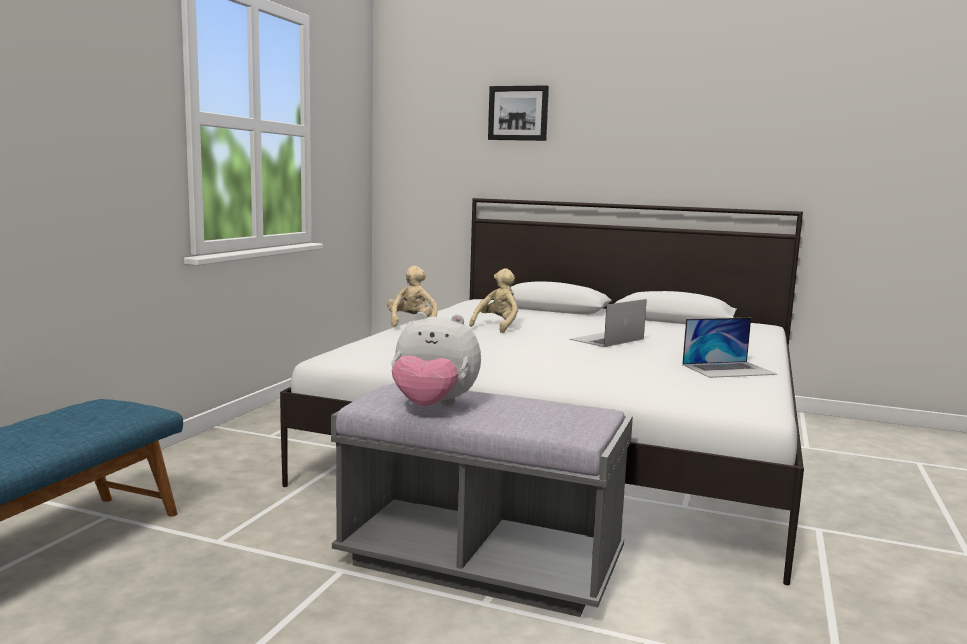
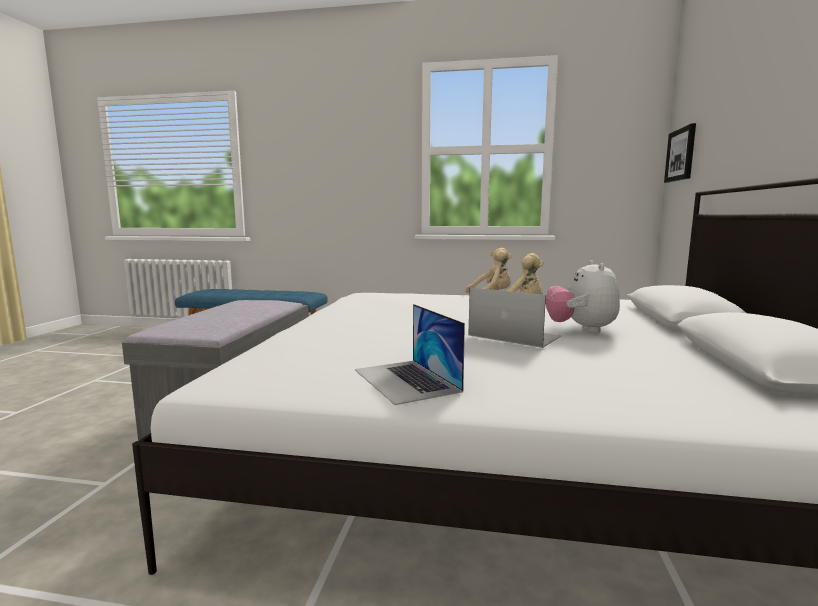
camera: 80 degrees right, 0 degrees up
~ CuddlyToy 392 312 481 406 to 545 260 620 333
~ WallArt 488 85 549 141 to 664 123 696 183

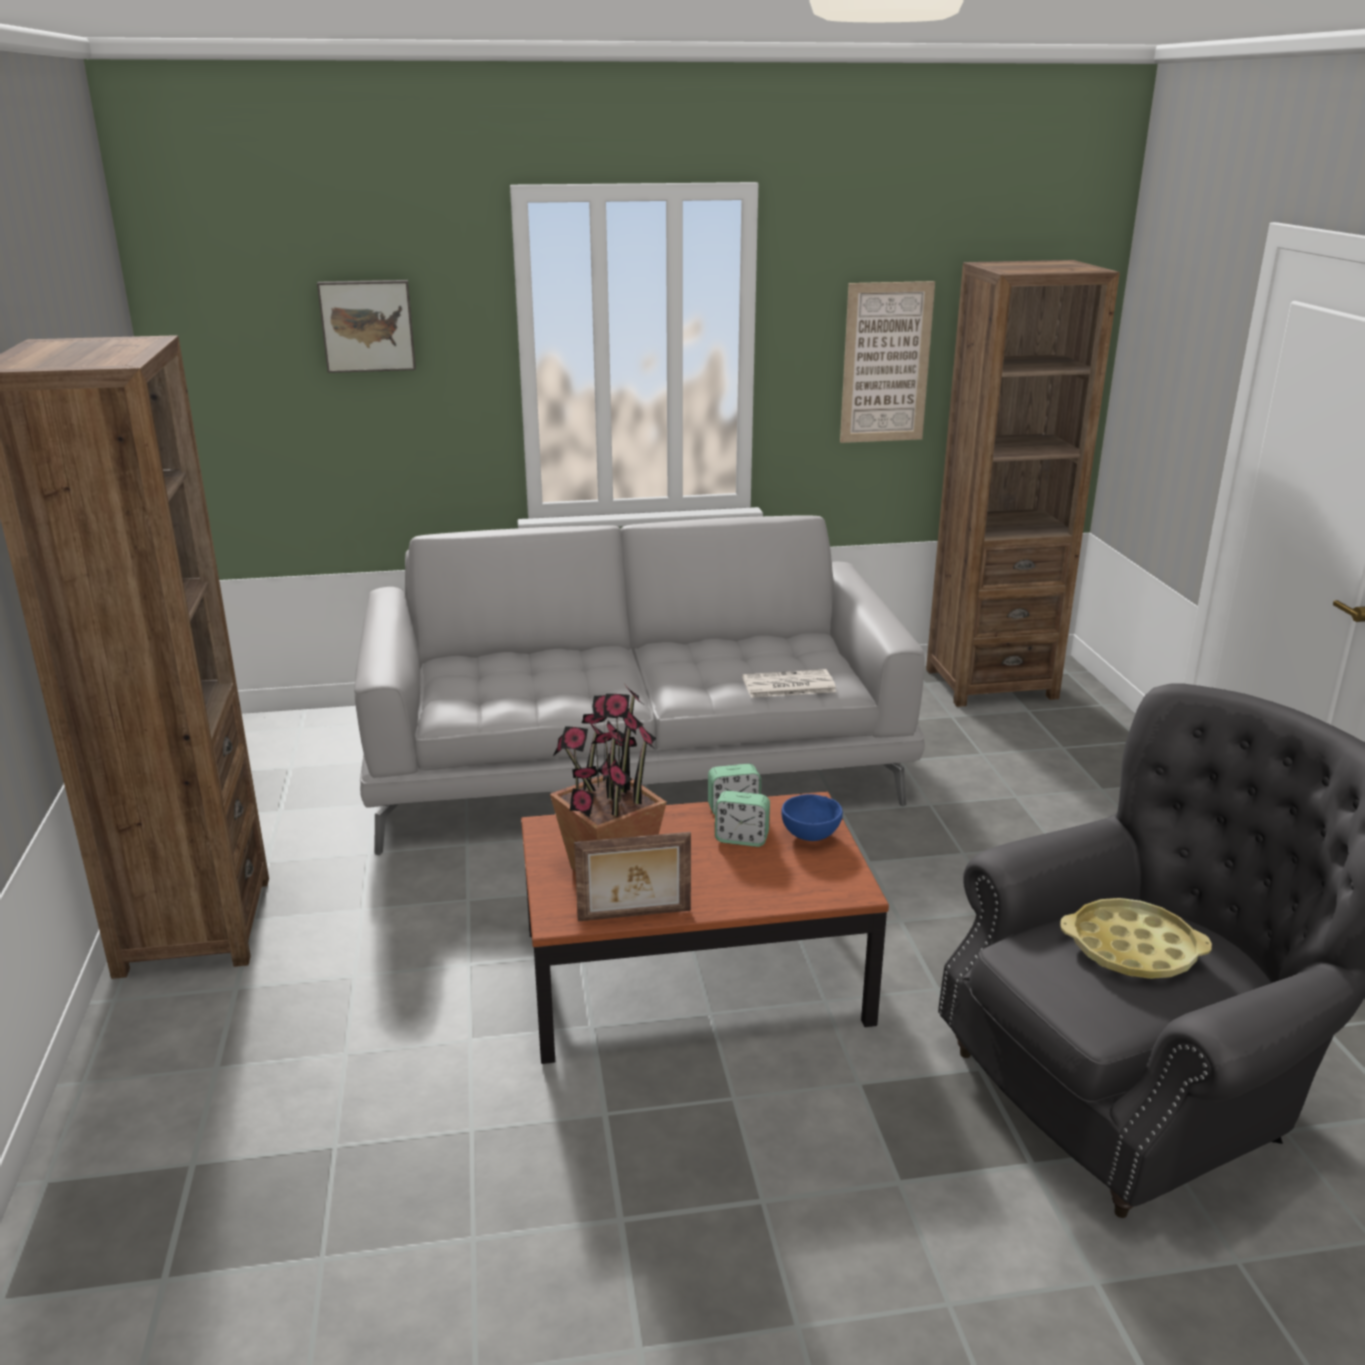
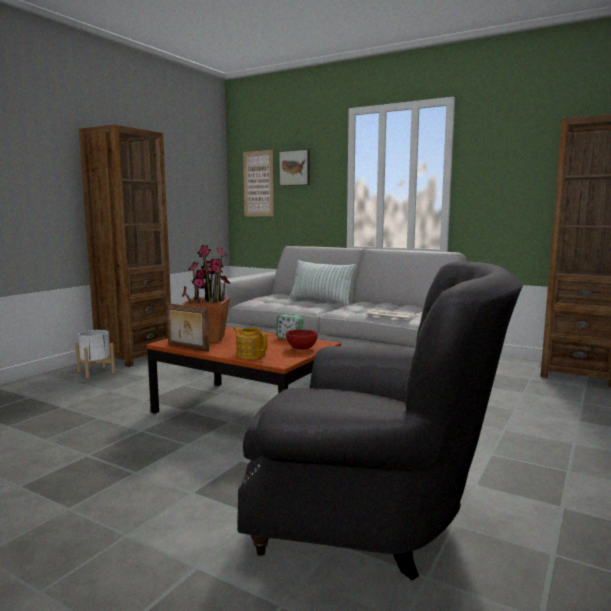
camera: 40 degrees right, 15 degrees down
- AlarmClock 715 791 770 847
- YellowishServingTray 1060 898 1212 979
+ WhitishFlowerPot 75 330 115 378
+ TeaPot 234 327 268 359
+ Cushion 289 260 357 306
~ WallArt 840 281 935 443 to 243 150 274 216
~ BluishDeepDish 781 794 843 841 to ReddishDeepDish 286 329 317 349

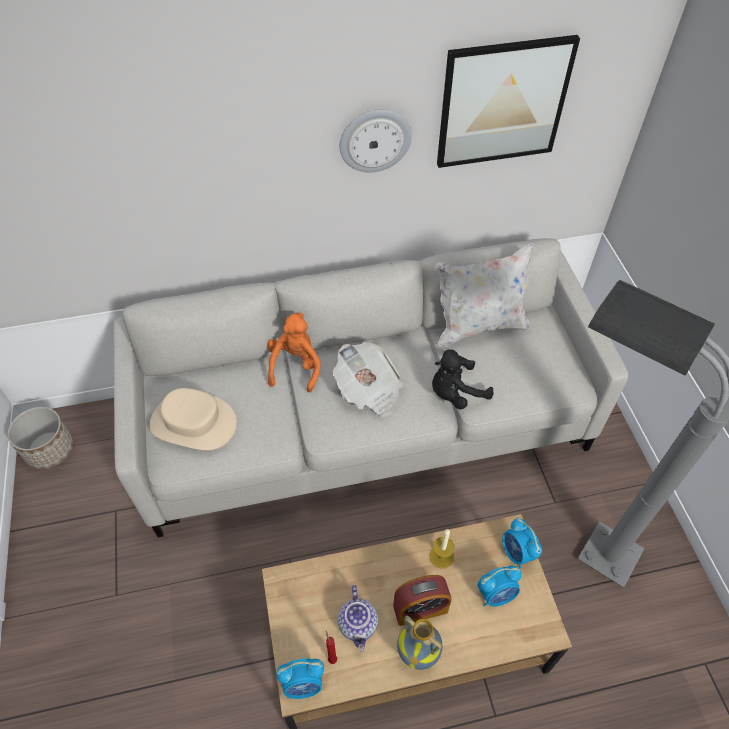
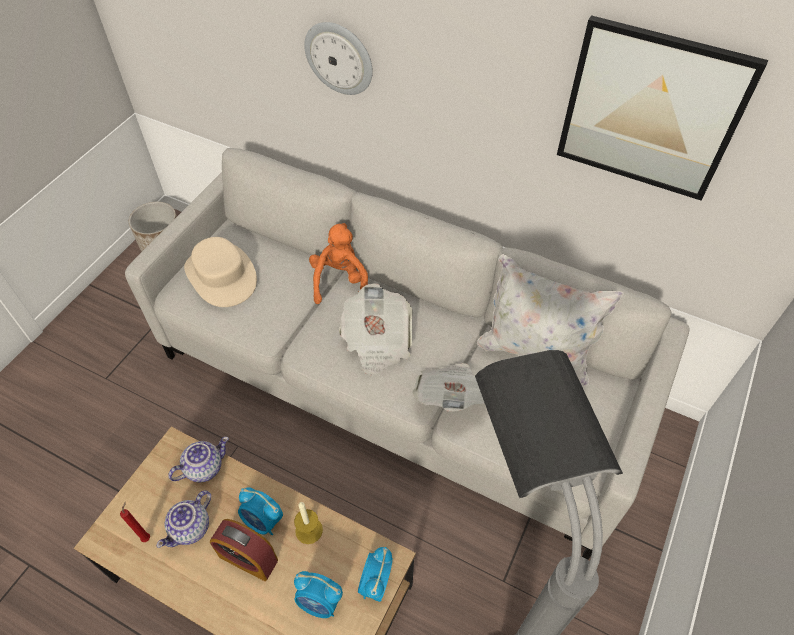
camera: 40 degrees right, 0 degrees up
- Vase 397 616 443 670
+ TeaPot 168 437 229 482
~ AlarmClock 276 659 324 699 to 238 487 283 535
~ HangingClock 340 109 412 172 to 304 22 373 95
~ BlackCuddlyToy 432 349 494 410 to DailyPaper 412 363 485 412
~ OrangeColouredCuddlyToy 267 313 321 392 = 309 223 368 304 45 degrees counterclockwise

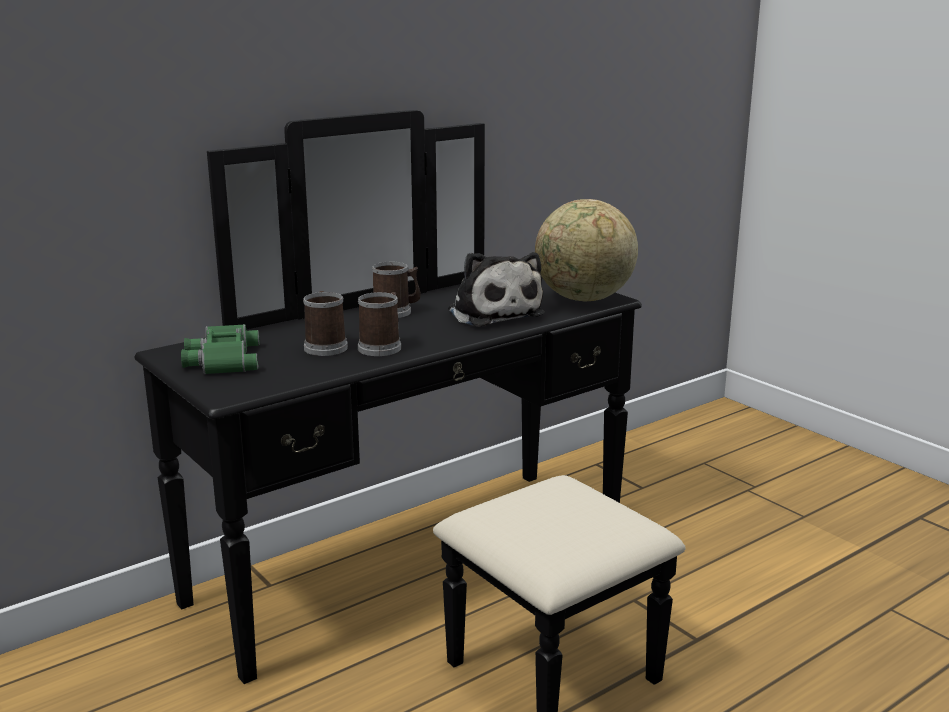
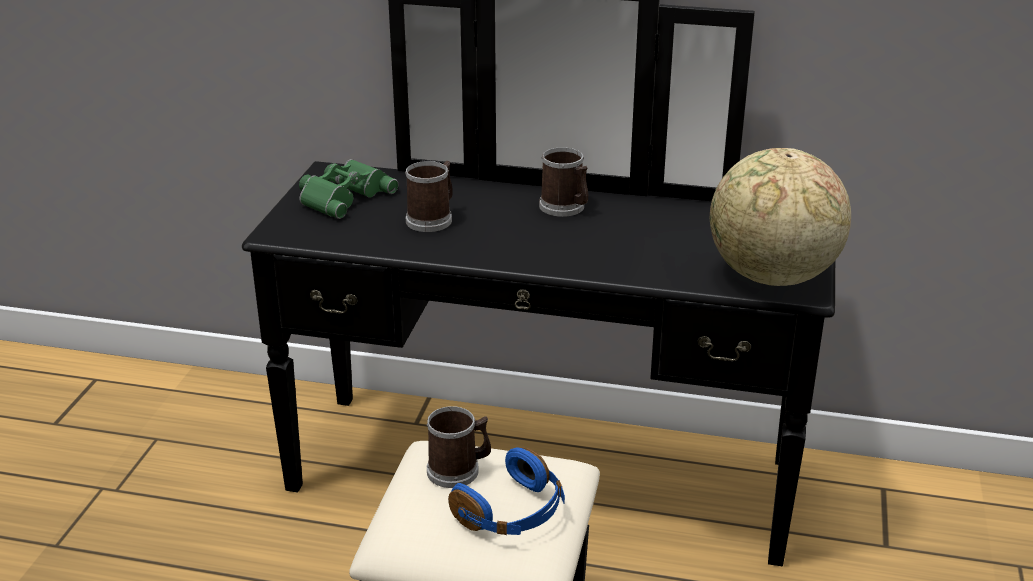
camera: 50 degrees right, 10 degrees up
- CuddlyToy 448 252 544 327
+ BluishPairOfHeadphones 448 447 565 535
~ CoffeeMug 358 292 401 356 to 427 406 491 488

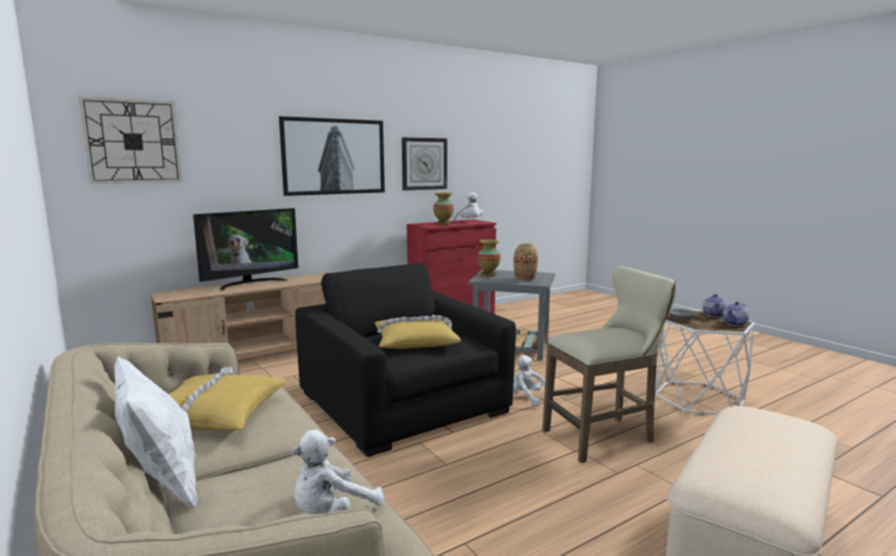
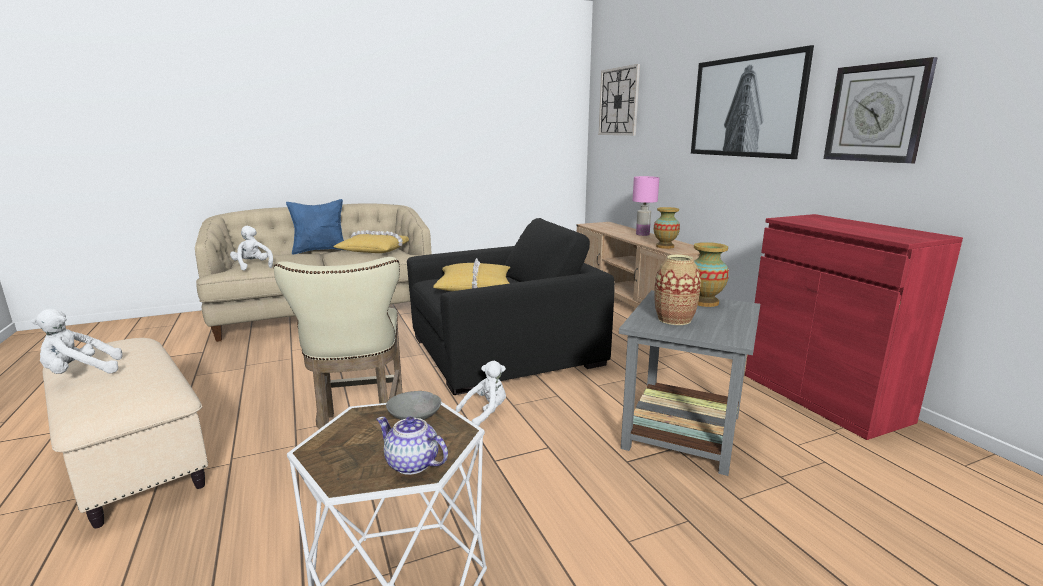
camera: 100 degrees right, 5 degrees up
- TeaPot 723 301 749 326
~ Vase 433 193 454 225 to 654 207 680 249
~ WhitishCuddlyToy 453 192 483 221 to 31 309 123 374
~ Tv 193 208 298 291 to PinkLampForATable 632 176 659 236
~ WhitishCushion 114 356 198 509 to BluishCushion 286 199 344 254

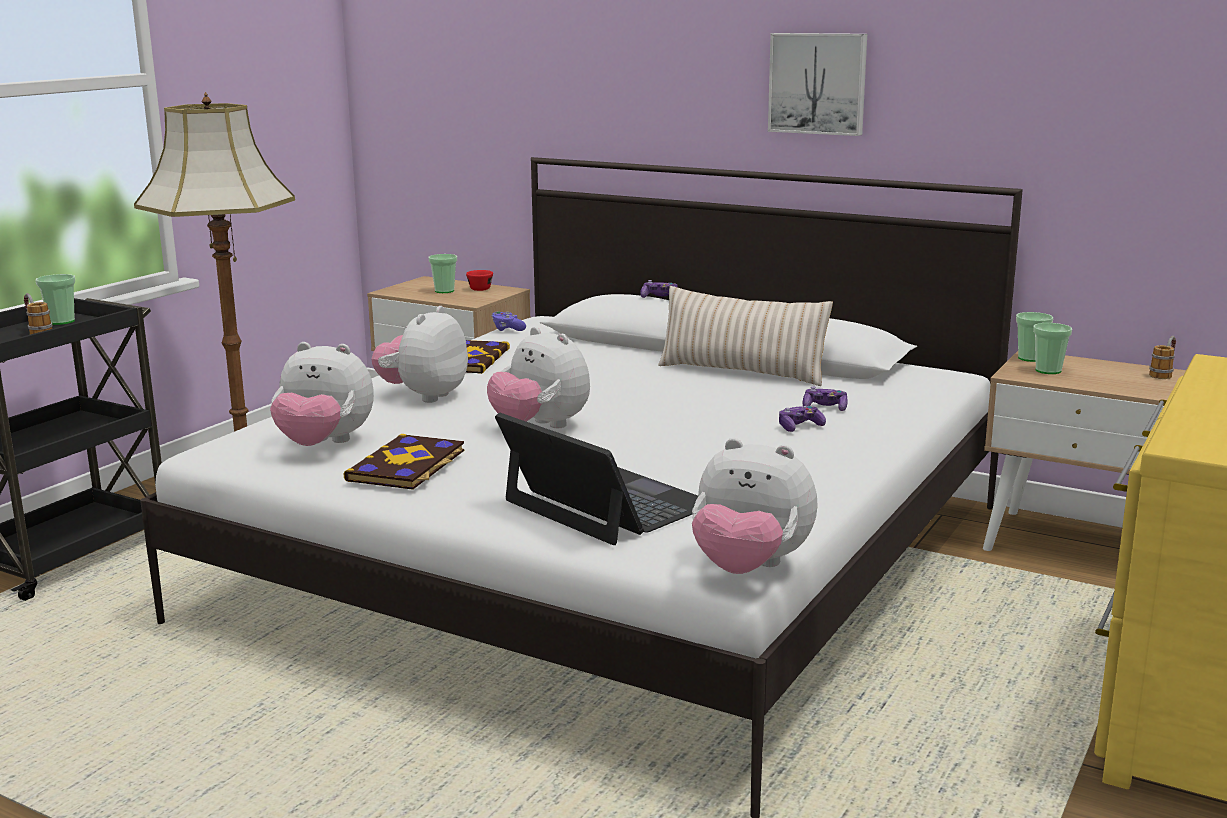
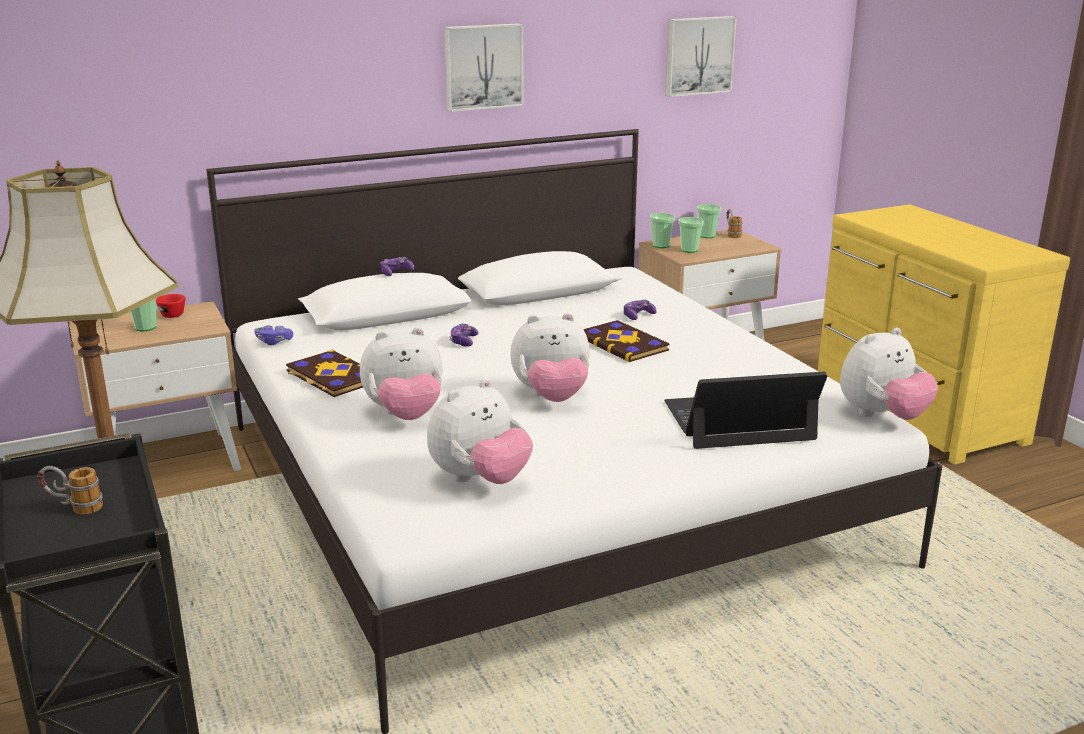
camera: 55 degrees left, 5 degrees up
- SandColouredCushion 658 286 833 386
+ WallArt 665 16 737 97
~ DrinkingCup 35 274 75 325 to 697 204 721 238
~ BoundBook 343 434 464 490 to 583 320 670 362
~ GameController 779 406 826 432 to 449 323 479 347
~ CuddlyToy 372 306 468 403 = 360 327 443 420 75 degrees counterclockwise

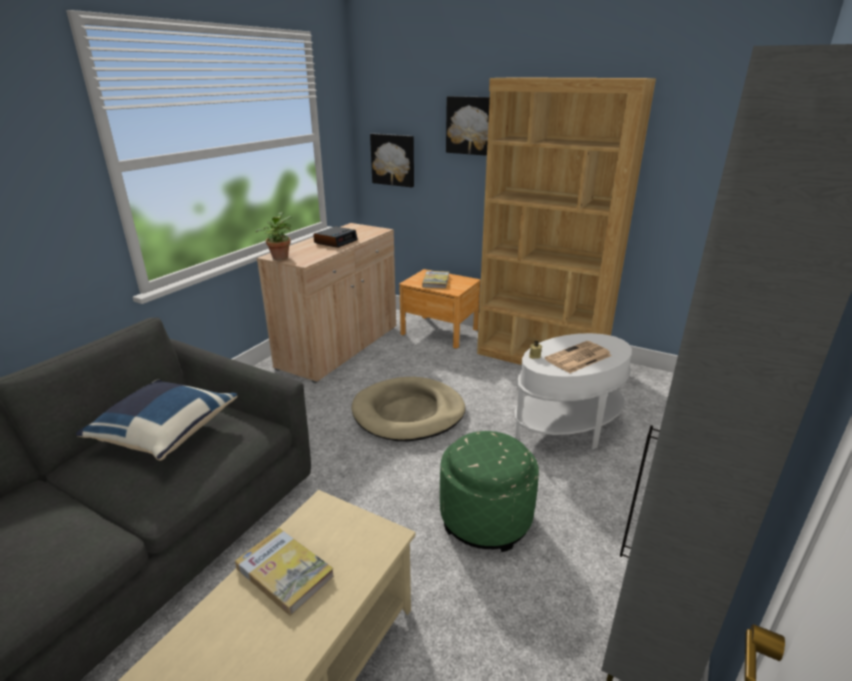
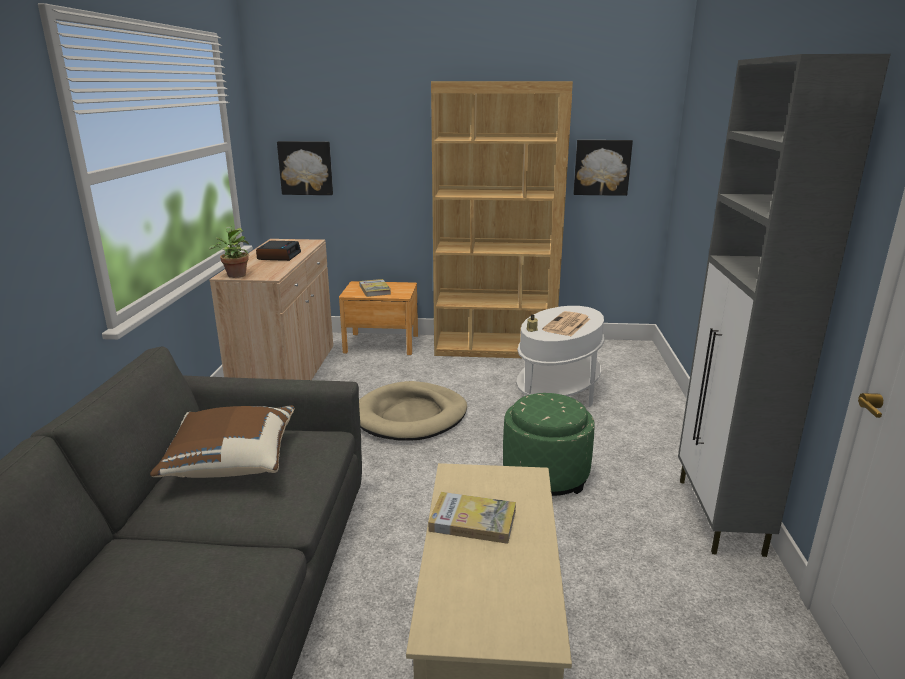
camera: 25 degrees left, 5 degrees down
~ WallArt 446 96 490 156 to 573 140 633 196
~ BluishCushion 76 379 237 461 to BrownCushion 150 405 295 478

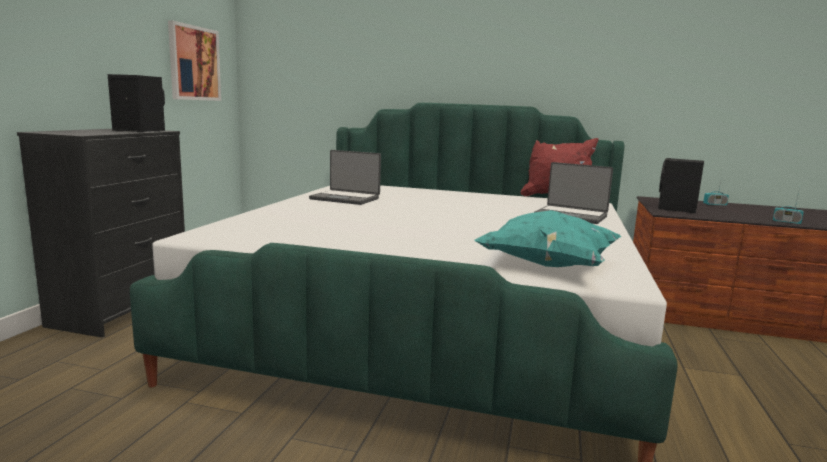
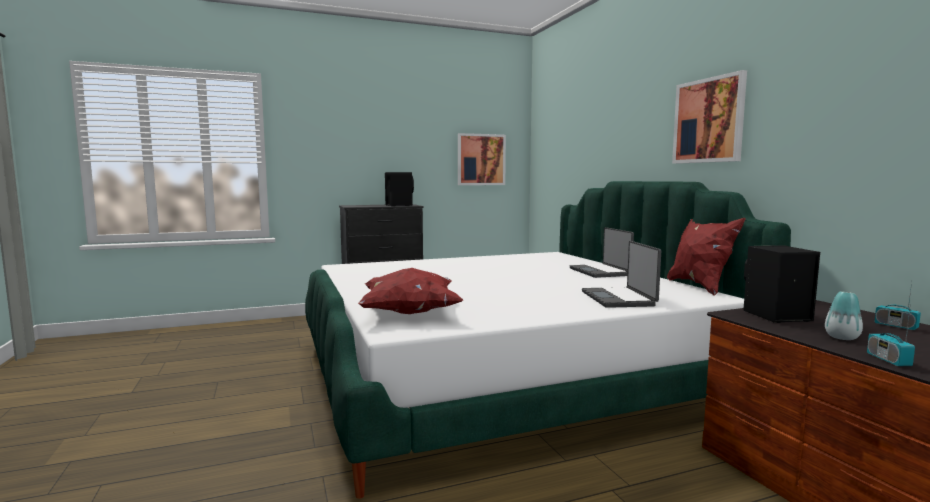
camera: 55 degrees right, 5 degrees down
+ WallArt 672 70 747 164
+ Vase 825 291 863 340
~ PortableComputer 309 150 381 205 to 570 227 634 278
~ TurquoiseColouredCushion 474 210 621 267 to ReddishCushion 358 268 463 314

